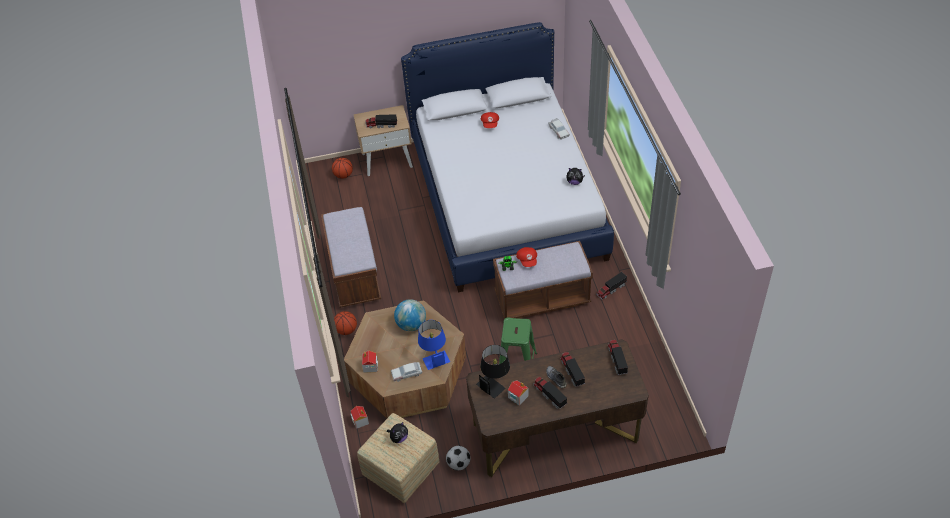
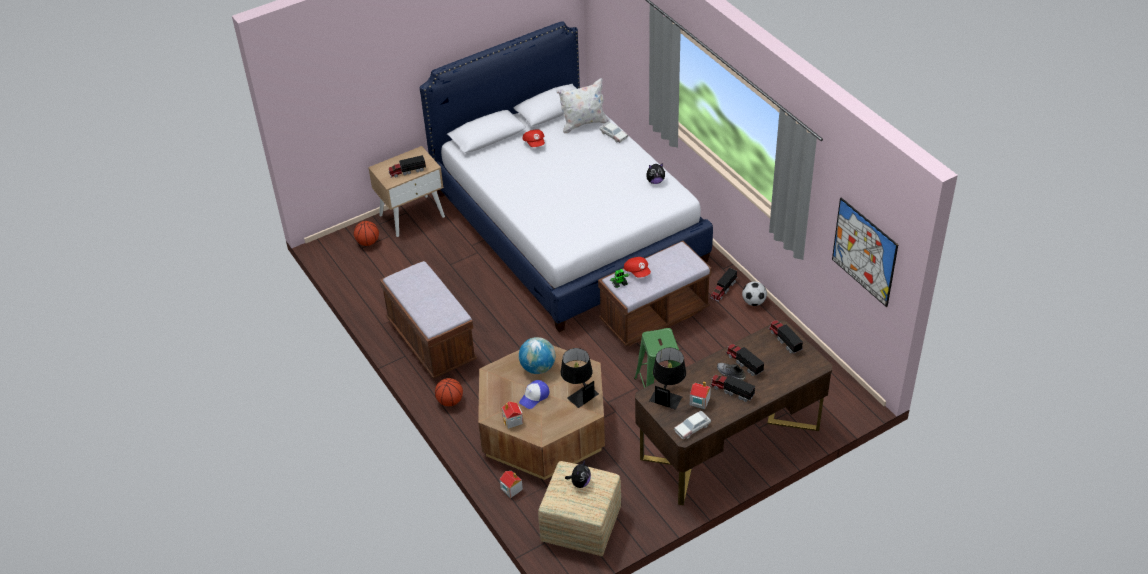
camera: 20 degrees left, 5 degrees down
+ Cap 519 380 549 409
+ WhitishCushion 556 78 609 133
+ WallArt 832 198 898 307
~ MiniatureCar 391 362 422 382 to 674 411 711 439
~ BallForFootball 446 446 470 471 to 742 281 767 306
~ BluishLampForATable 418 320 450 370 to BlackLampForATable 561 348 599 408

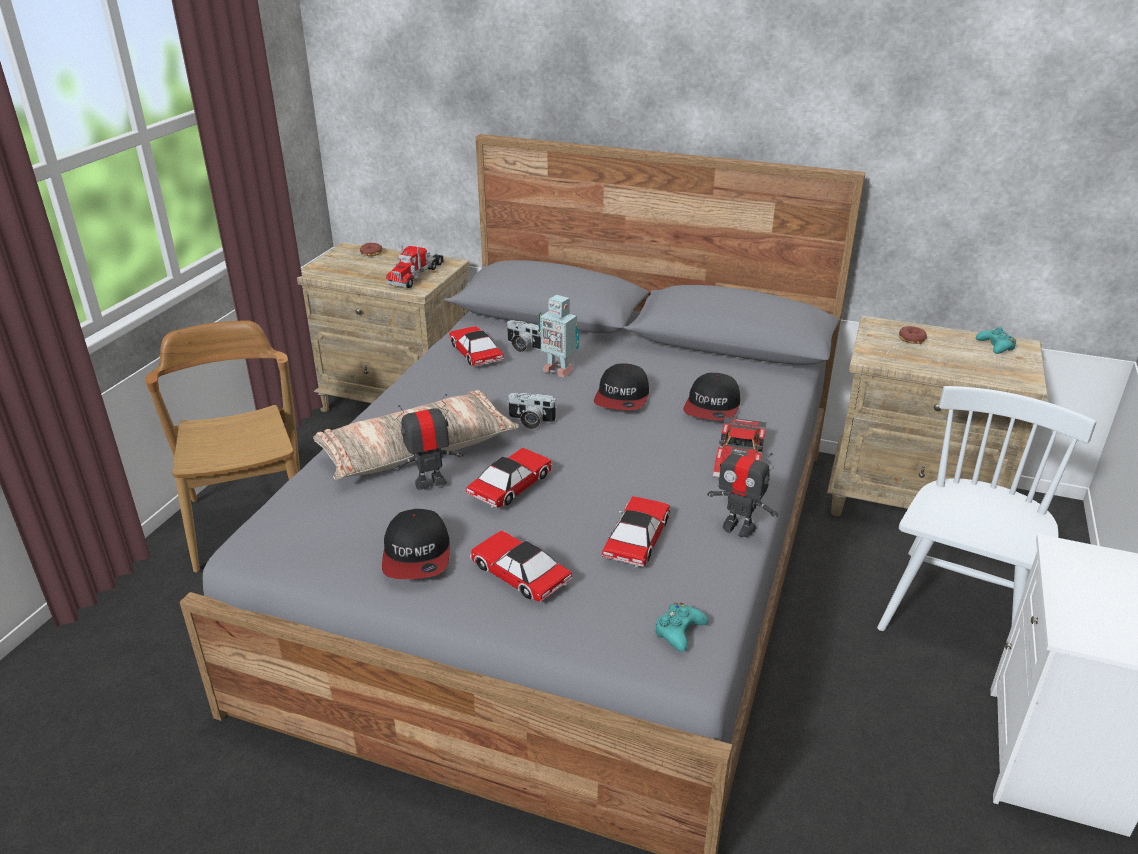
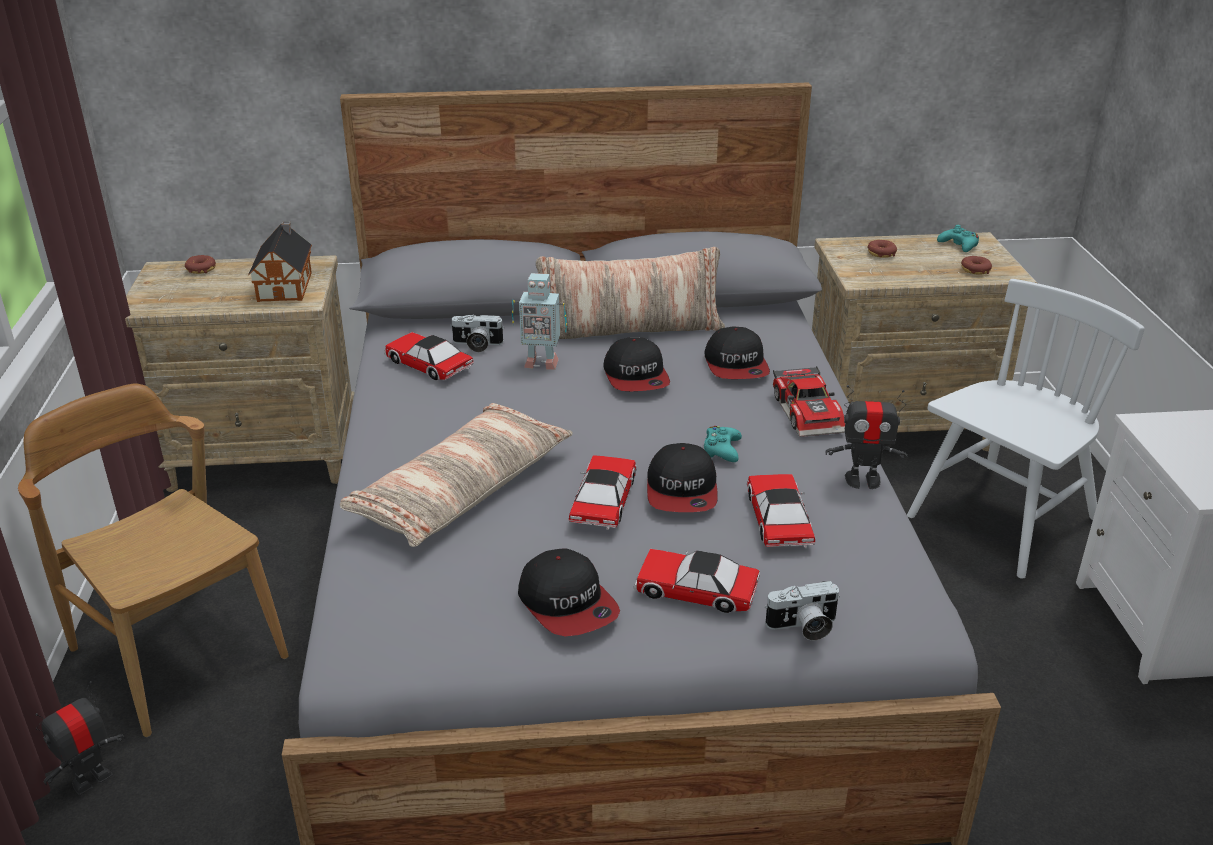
camera: 25 degrees left, 0 degrees up
+ Cushion 536 247 725 339
+ Cap 647 443 718 512
+ Doughnut 961 256 992 275
~ ToyRobot 393 394 463 490 to 35 681 125 795
~ PhotoCamera 507 393 557 429 to 765 581 840 641
~ TurquoiseColouredGameController 654 603 708 652 to 704 426 742 462
~ ToyLorry 386 245 444 288 to MiniatureHouse 248 221 312 302
~ WhitishUprightChair 877 386 1096 631 = 907 279 1145 579 45 degrees clockwise

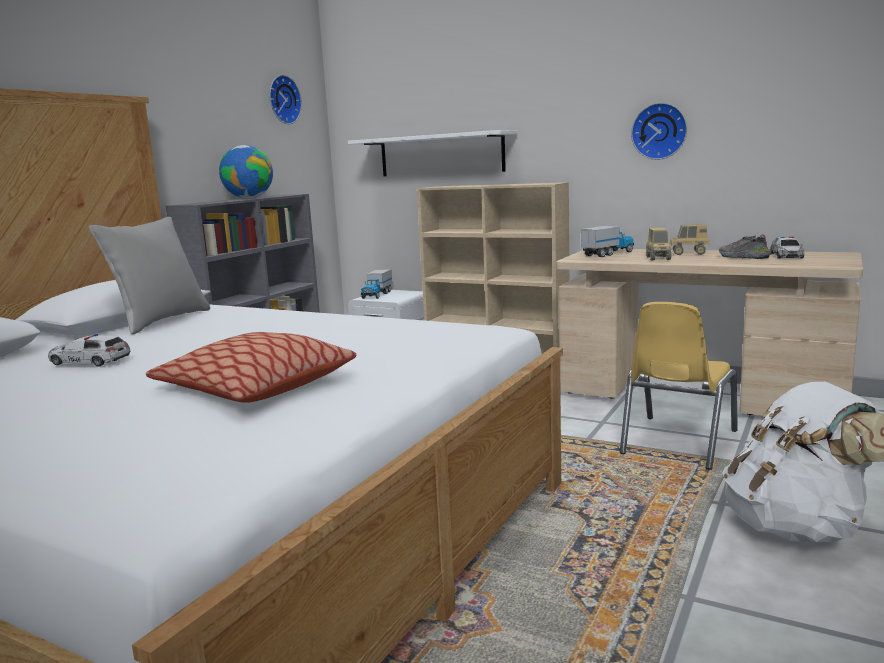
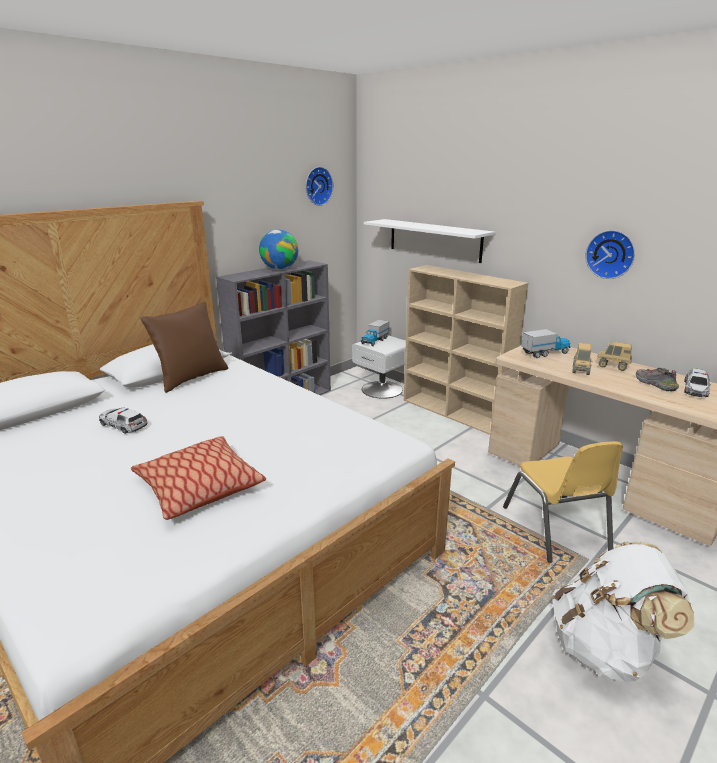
camera: 15 degrees right, 10 degrees up
~ GrayCushion 89 217 210 335 to BrownCushion 140 301 228 393
~ YellowishUprightChair 620 302 738 470 = 503 441 623 563 60 degrees counterclockwise

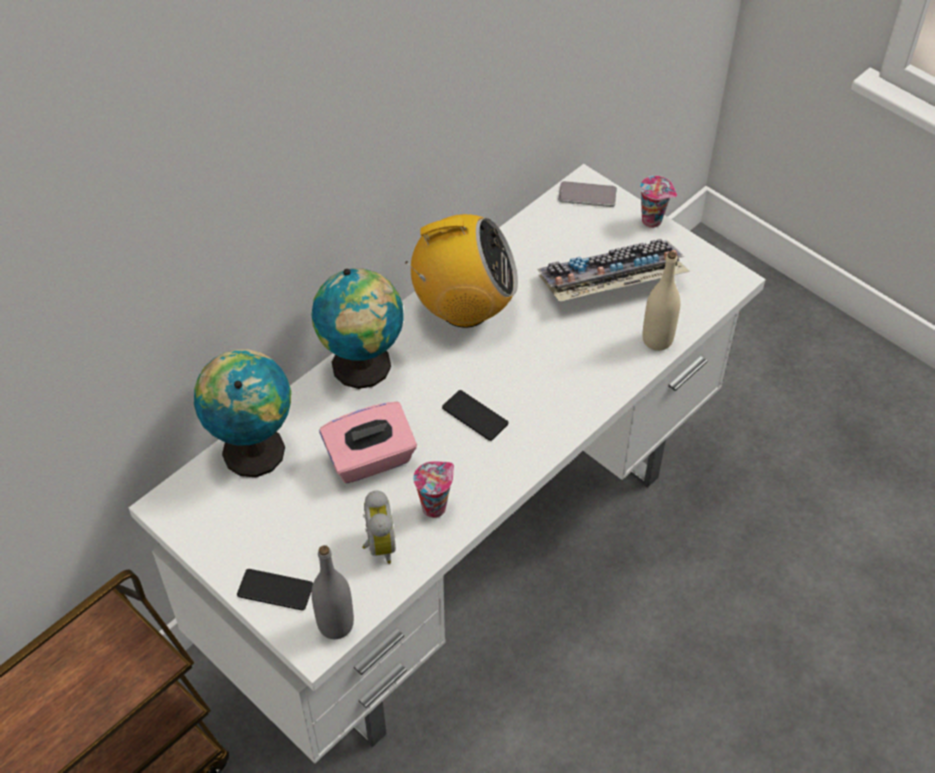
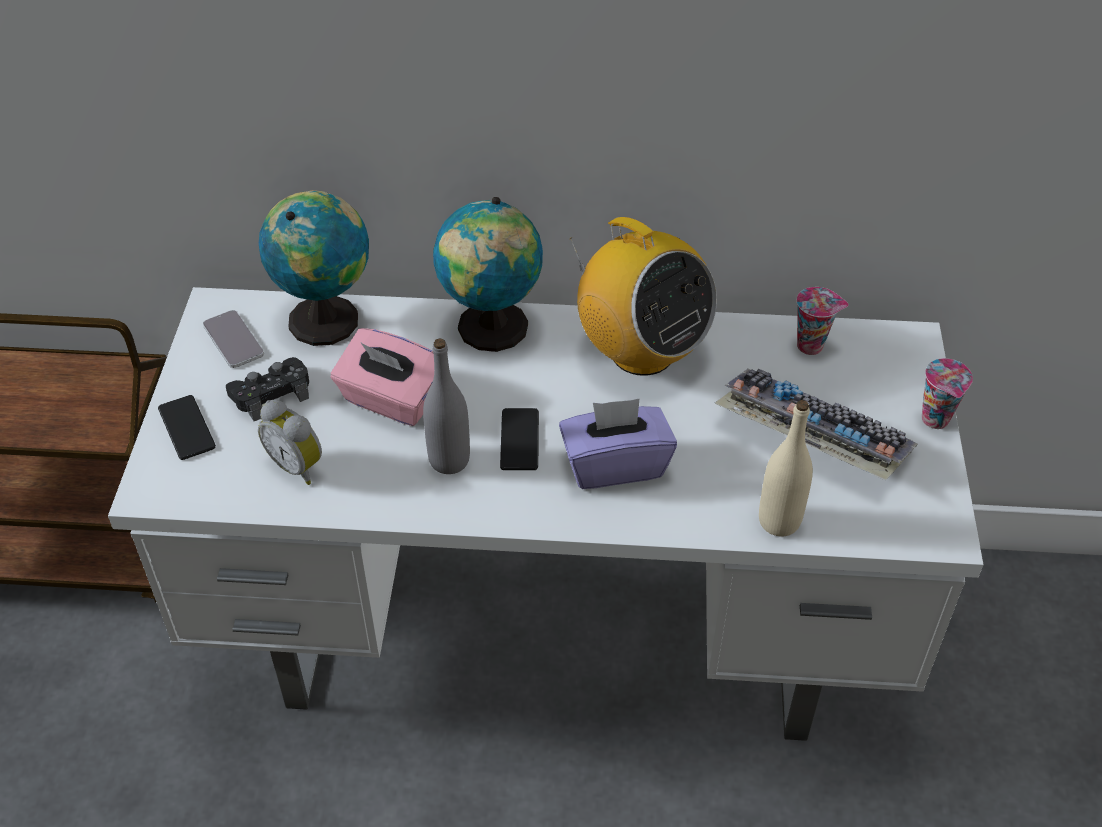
camera: 50 degrees right, 5 degrees down
+ BlackGameController 226 357 309 421
+ PurpleColouredBoxOfTissues 559 399 677 489
~ GrayBeverageBottle 311 545 354 639 to 423 339 470 474
~ DrinkingCup 413 461 454 518 to 797 287 849 355
~ Phone 558 181 617 207 to 203 310 264 368
~ AlarmClock 362 490 396 564 = 258 400 322 485 90 degrees clockwise

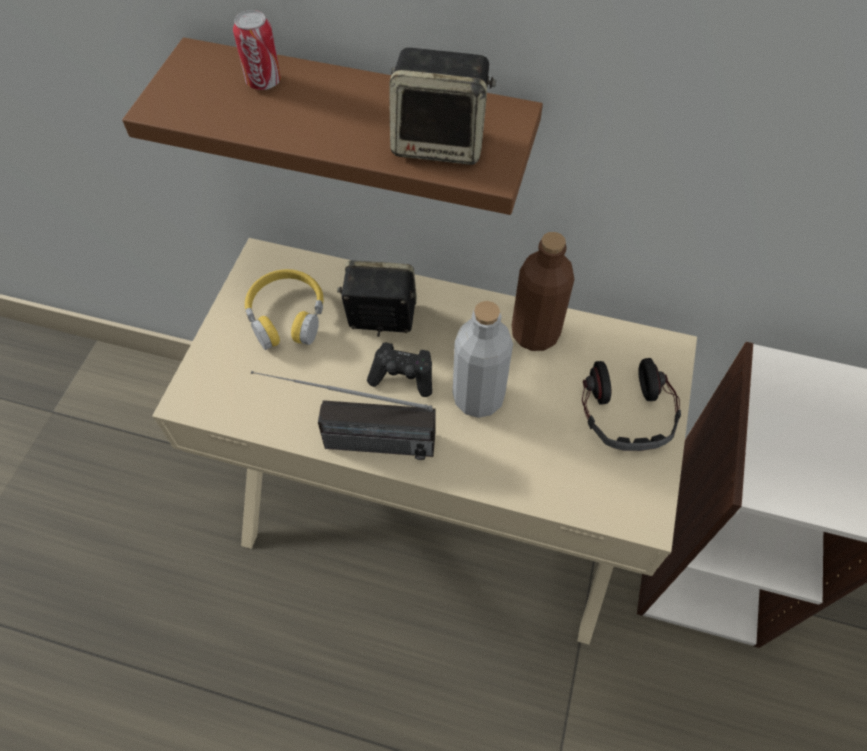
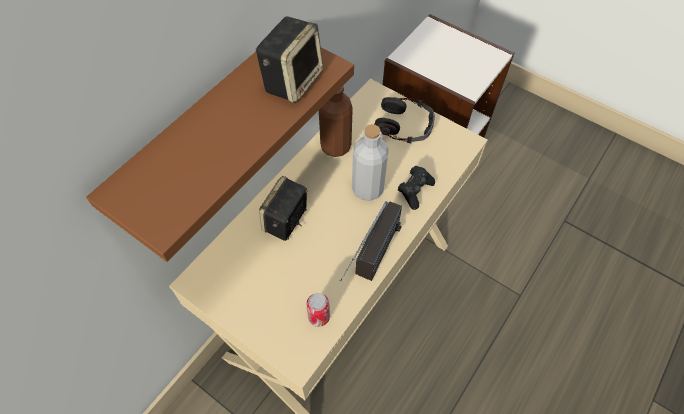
camera: 70 degrees left, 0 degrees up
- YellowishPairOfHeadphones 245 269 324 350
~ SealedCan 233 10 281 90 to 306 293 330 327
~ BlackGameController 367 342 432 397 to 397 166 435 210

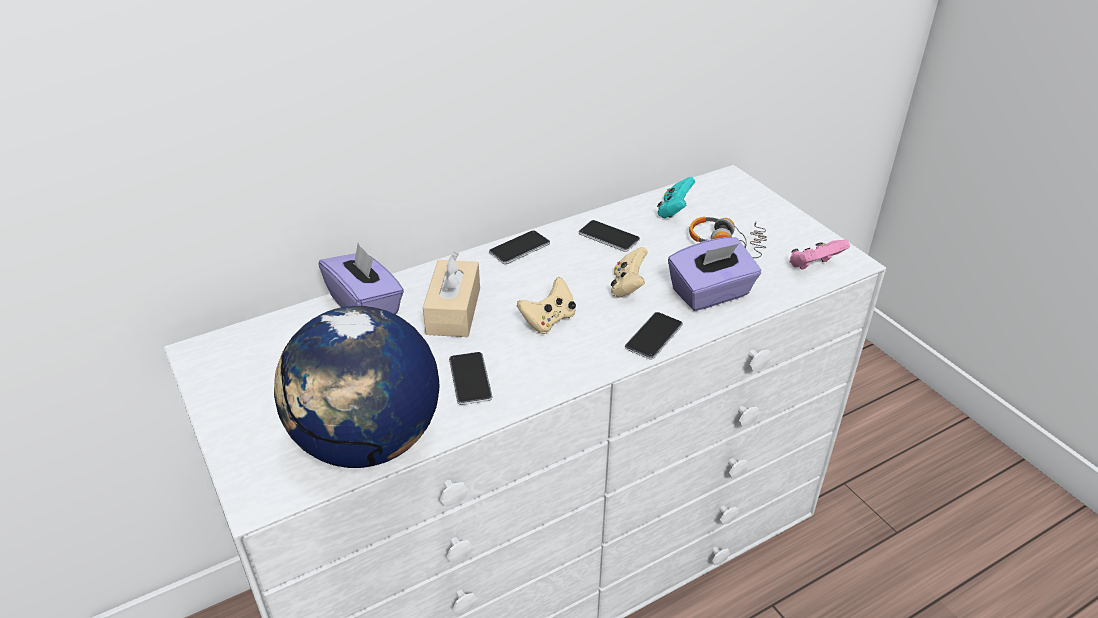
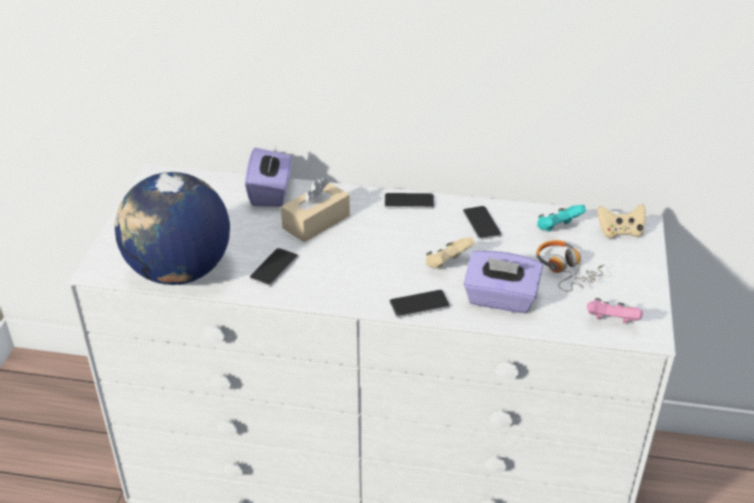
camera: 40 degrees right, 0 degrees up
~ SandColouredGameController 517 277 576 334 to 598 204 646 238

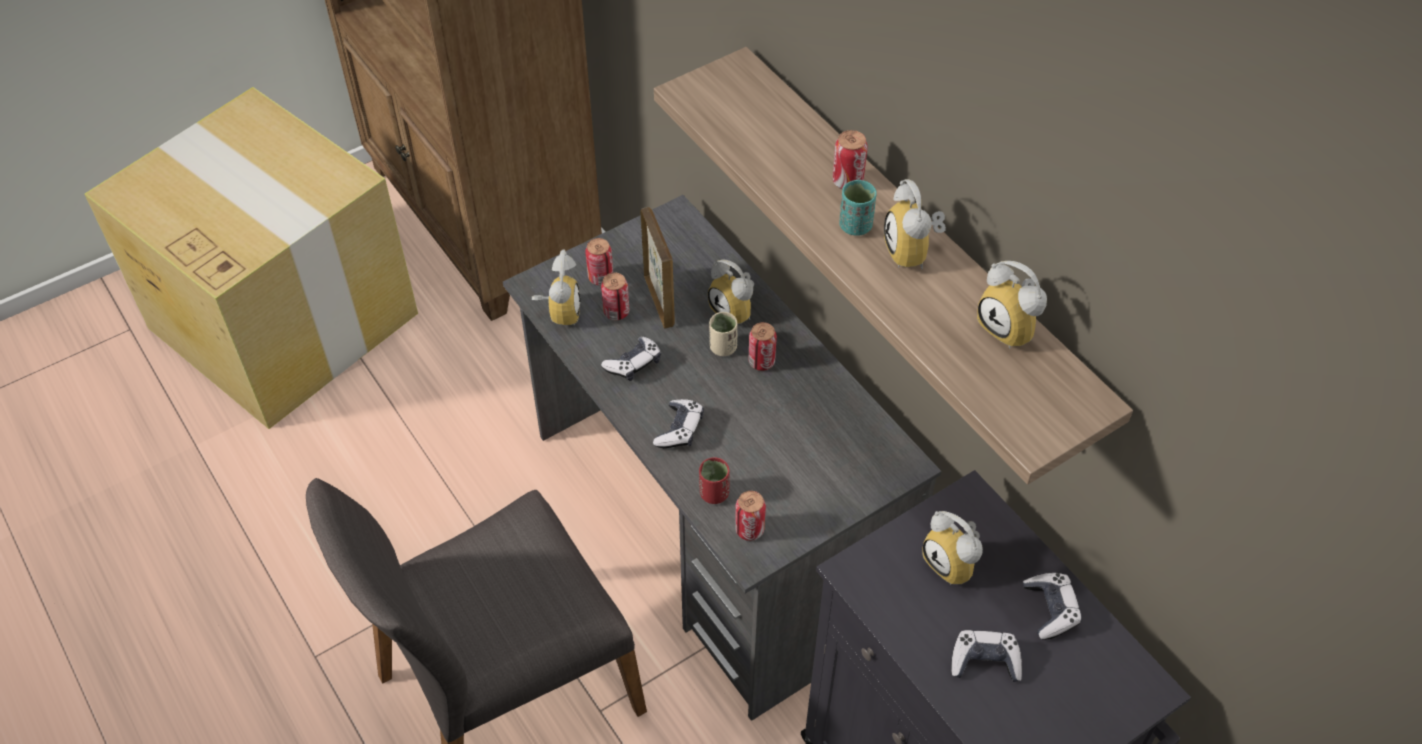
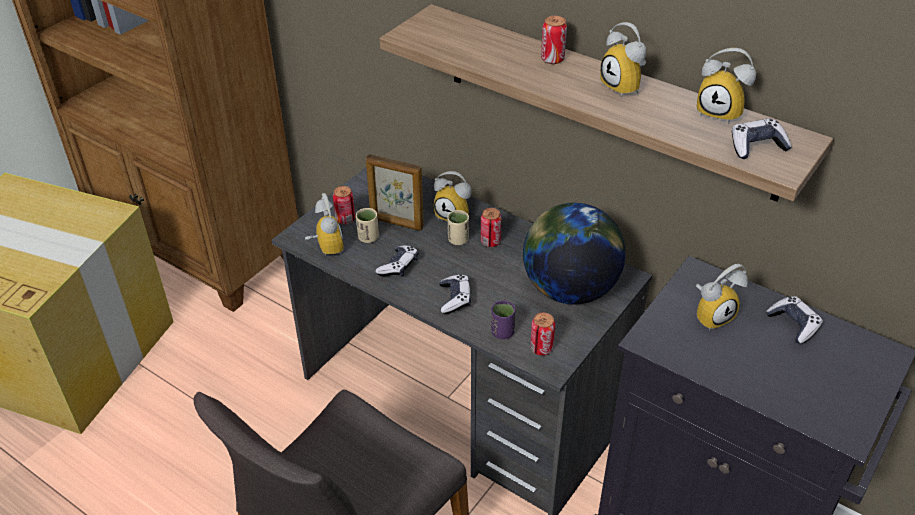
camera: 20 degrees left, 10 degrees down
- TurquoiseColouredDrinkingCup 839 180 877 236
+ WorldGlobe 523 203 626 304
~ GameController 951 630 1022 682 to 732 119 792 159
~ SealedCan 601 273 629 320 to SandColouredDrinkingCup 356 208 379 243
~ ReddishDrinkingCup 699 457 730 504 to PurpleColouredDrinkingCup 491 301 515 339
~ StandingFrame 640 207 675 329 = 366 154 424 231 150 degrees clockwise
~ AlarmClock 923 511 983 585 = 696 264 748 331 60 degrees counterclockwise

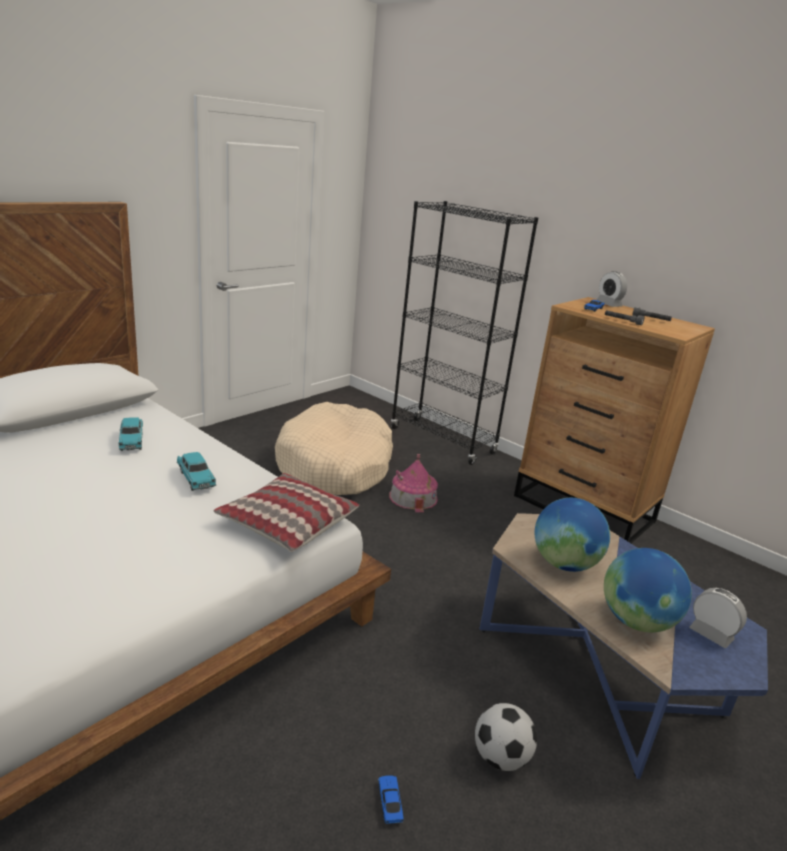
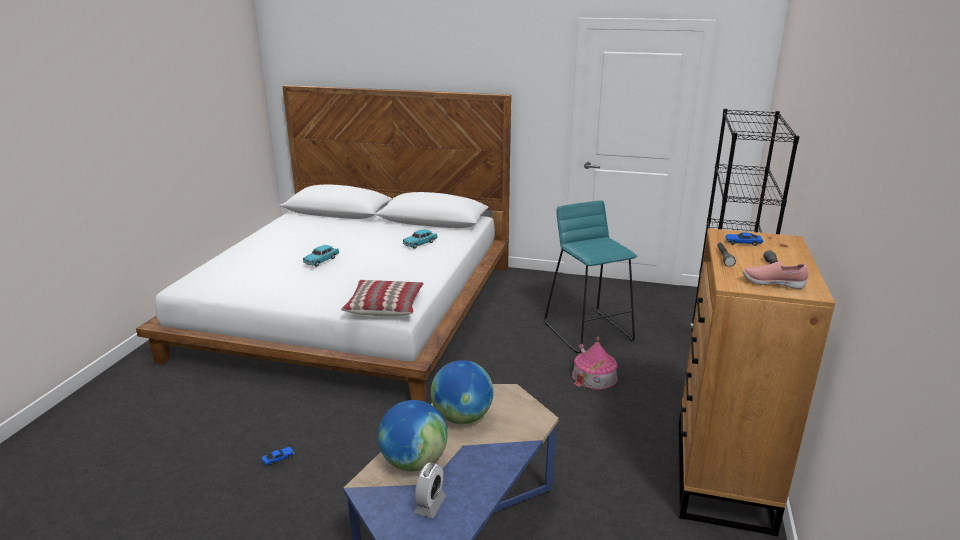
camera: 65 degrees right, 0 degrees up
- BallForFootball 475 703 537 771
- AlarmClock 597 271 627 307
+ PinkShoe 743 261 809 289
~ TurquoiseColouredMiniatureCar 177 452 216 491 to 303 245 340 267
~ SandColouredPetBed 275 402 393 495 to TurquoiseColouredStoolSeat 544 200 637 353

